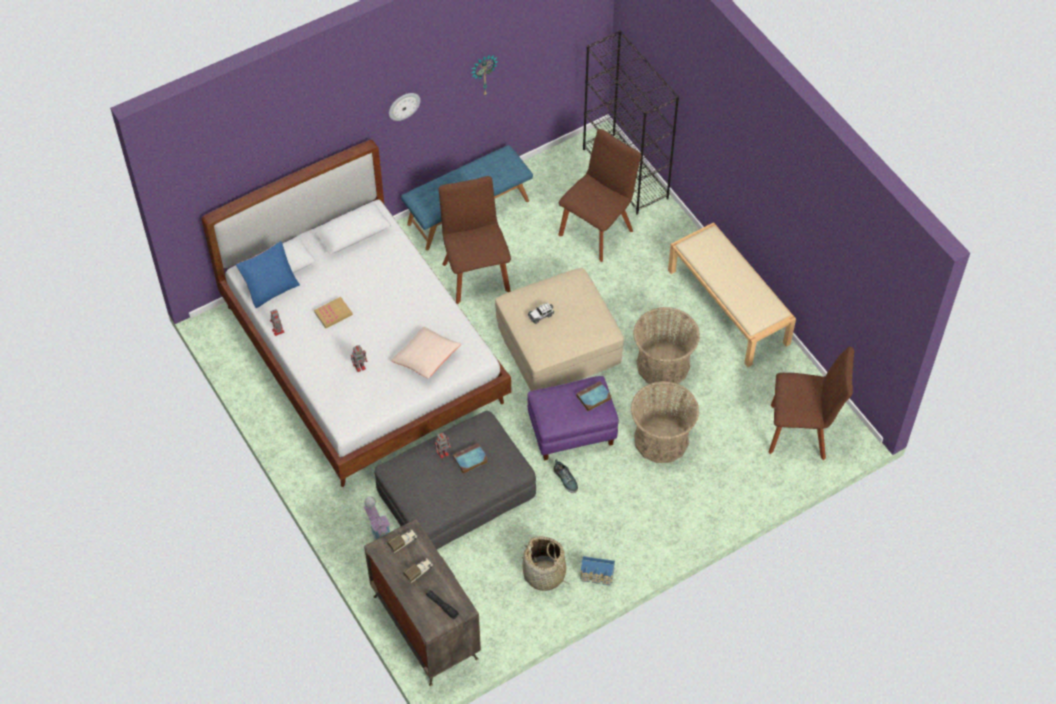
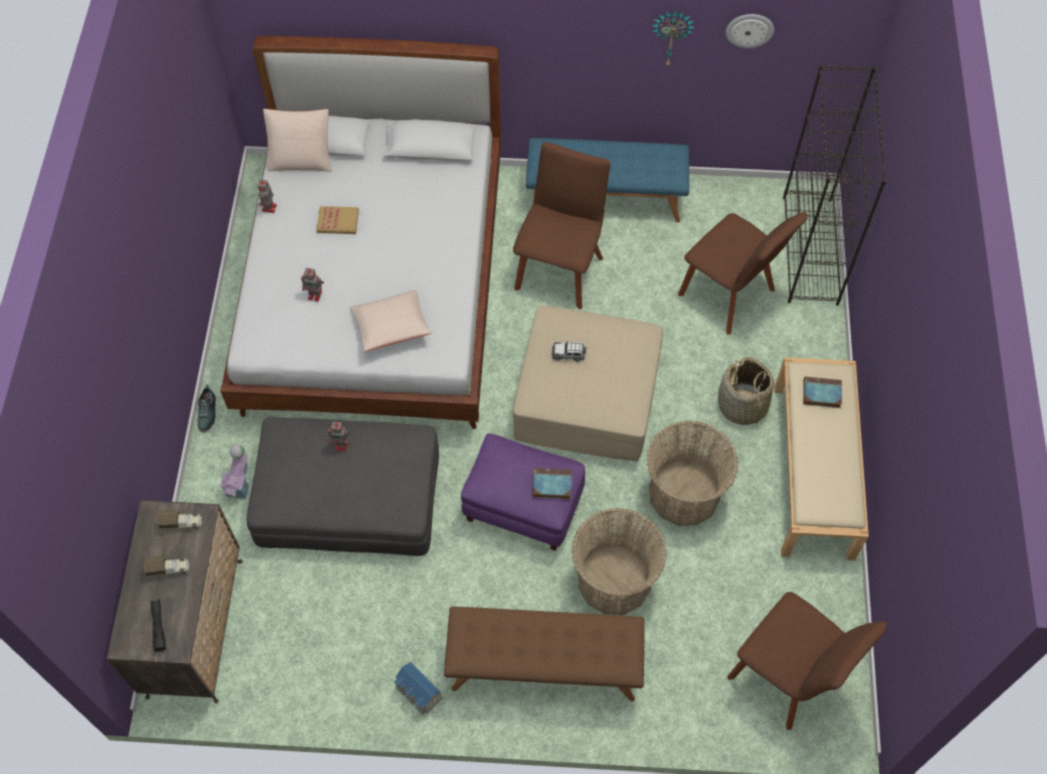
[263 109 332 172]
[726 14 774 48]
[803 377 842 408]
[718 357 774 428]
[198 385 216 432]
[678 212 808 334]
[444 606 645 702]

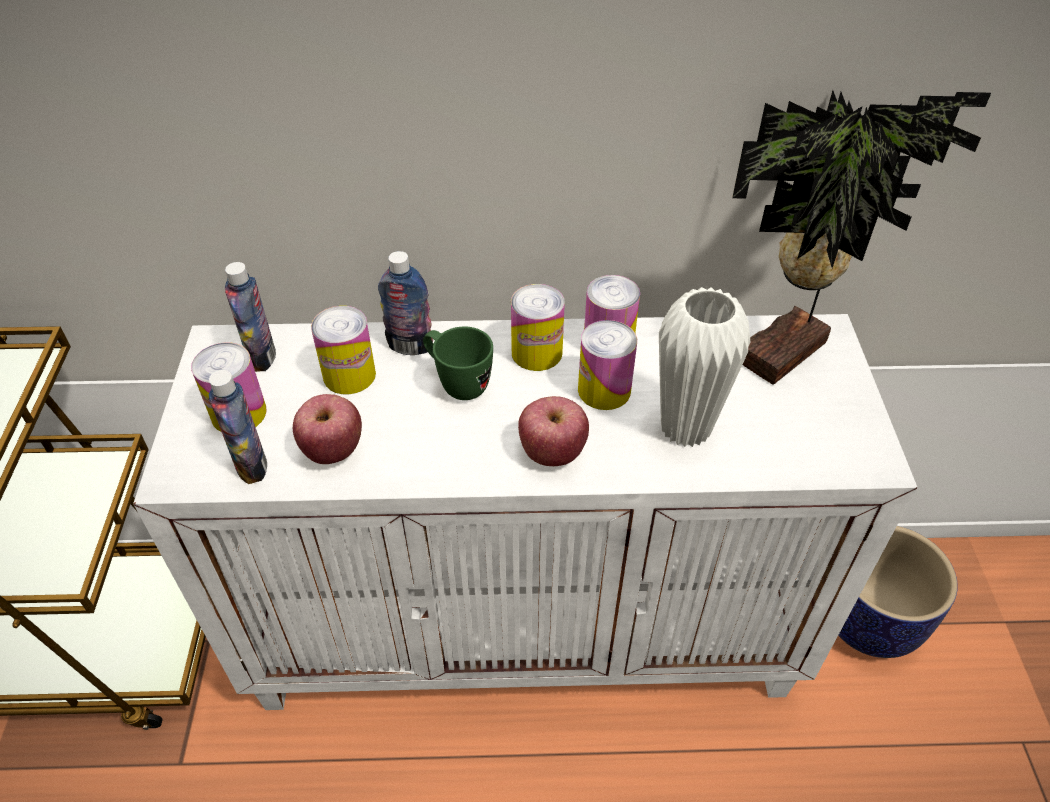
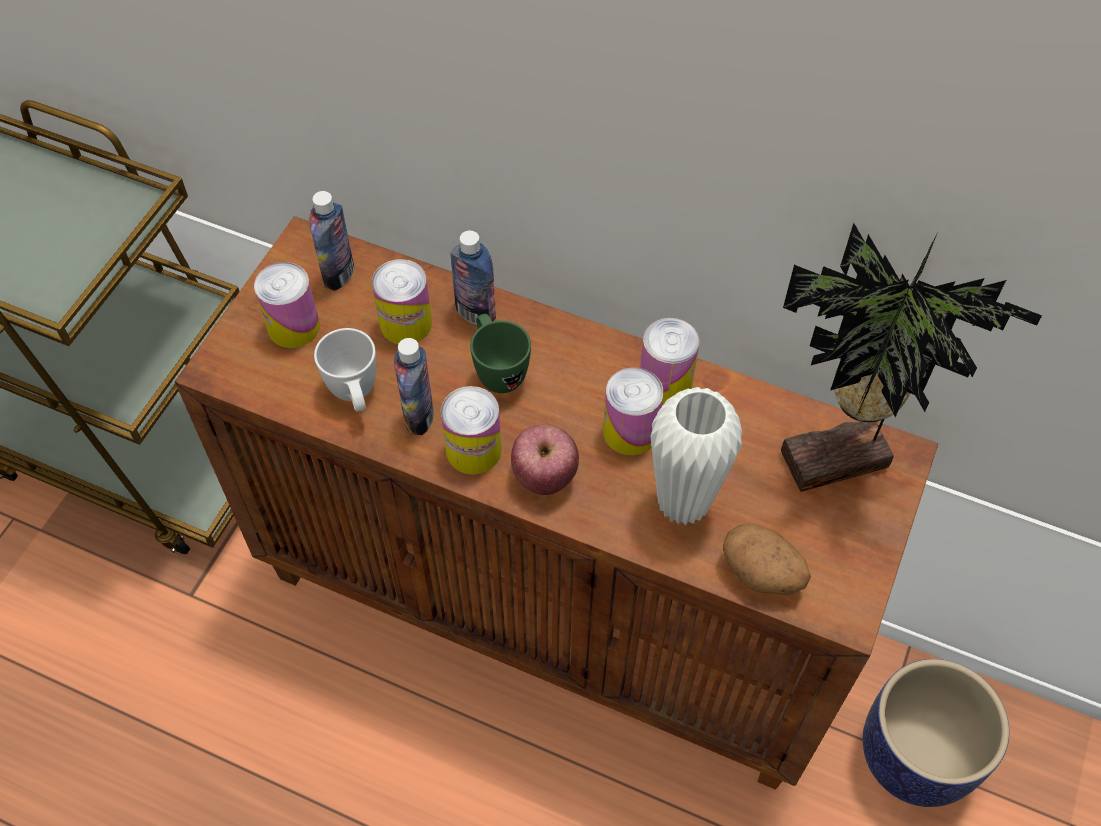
[175 216 938 790]
[394 338 434 435]
[314 328 376 411]
[441 386 502 475]
[723 523 811 595]

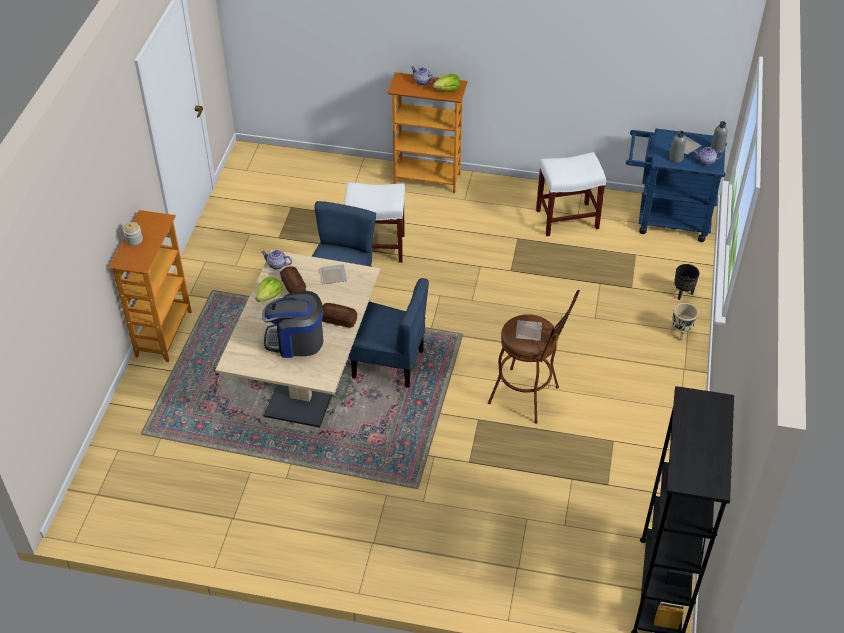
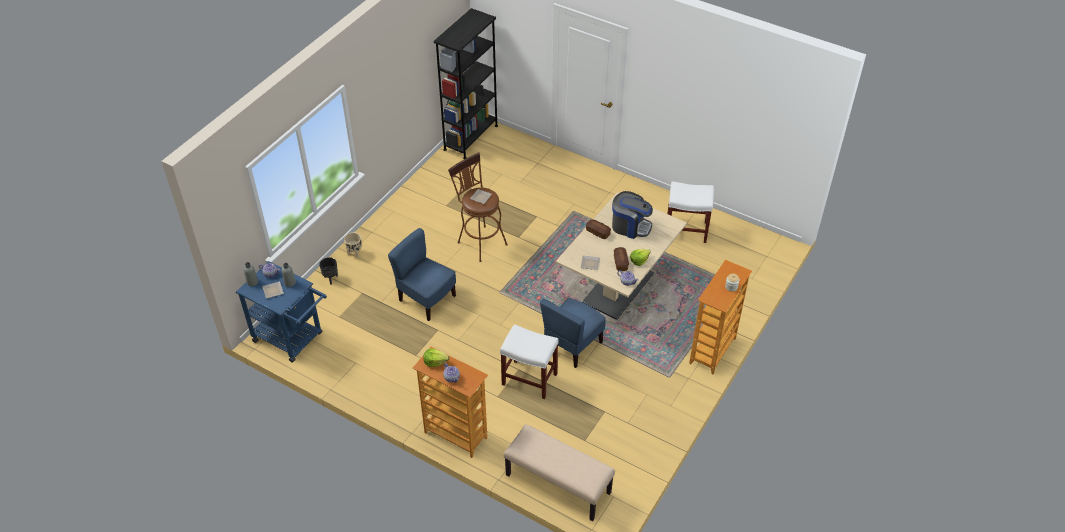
[388 228 456 321]
[667 181 714 243]
[503 424 615 521]

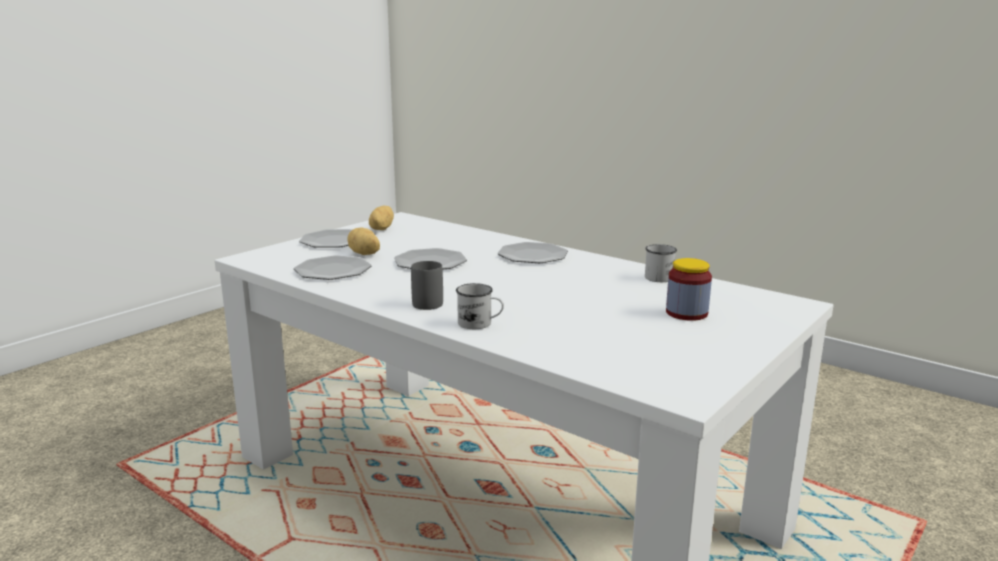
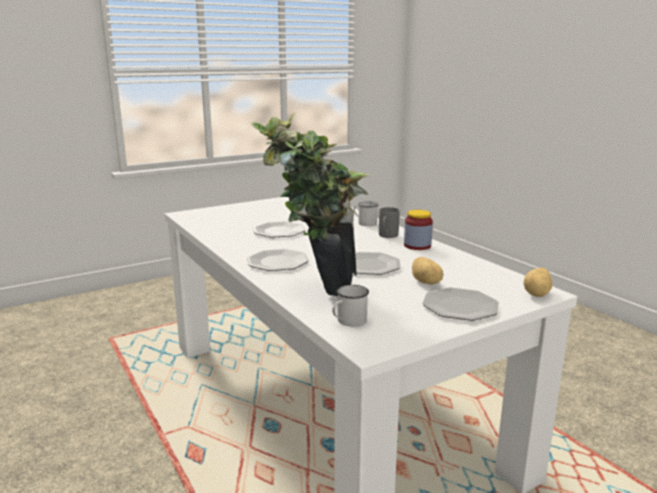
[253 221 306 238]
[523 268 552 297]
[332 285 369 326]
[404 210 433 250]
[251 113 369 296]

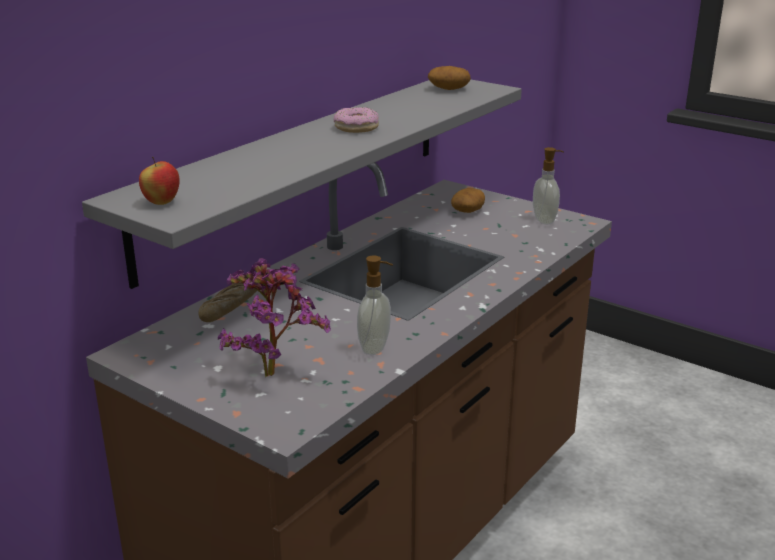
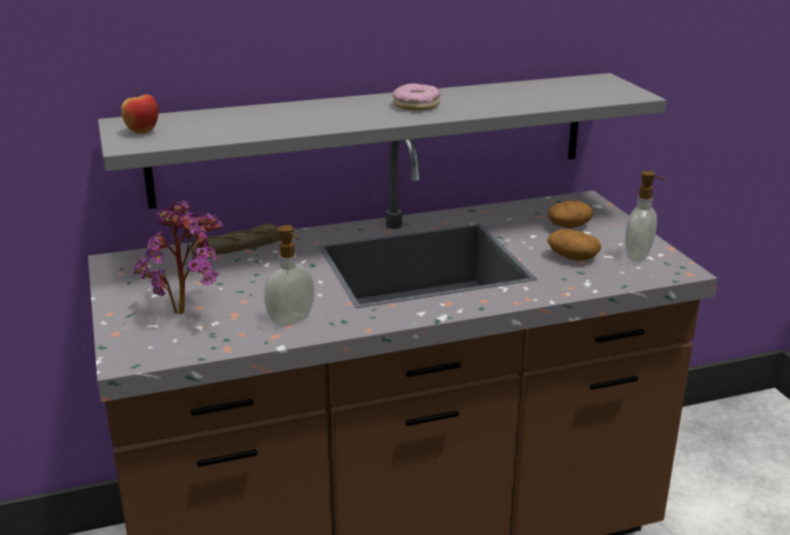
[548 229 601 261]

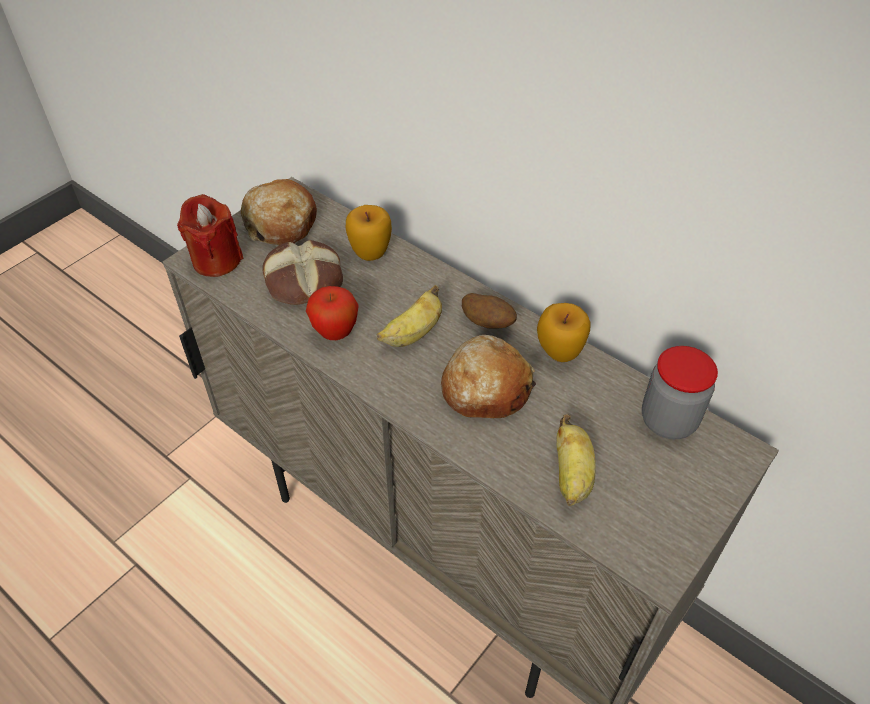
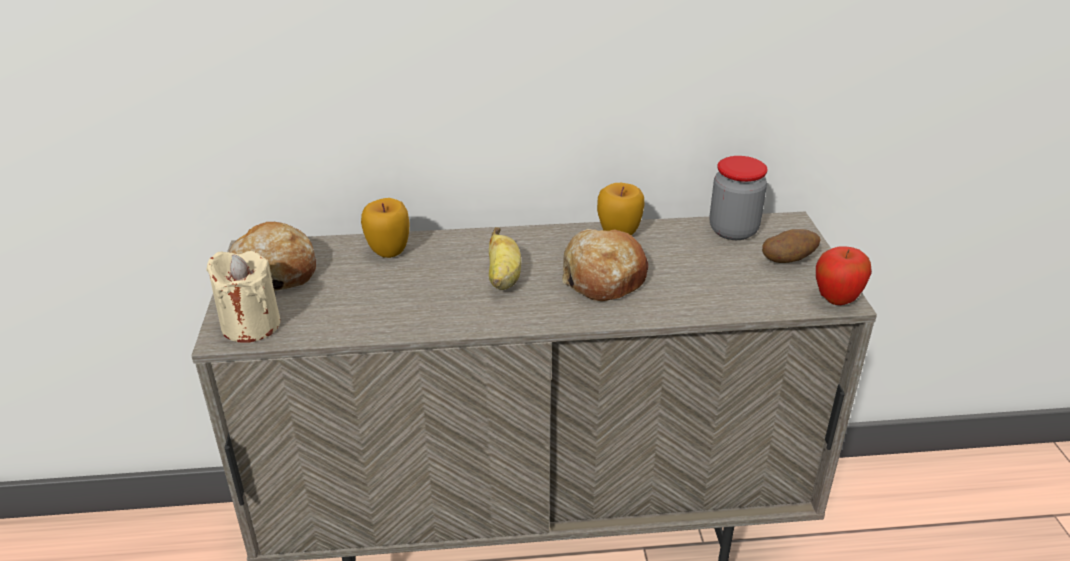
[206 251 280 343]
[262 240 343 305] (first image)
[816 246 872 305]
[762 229 821 263]
[556 414 596 506] (first image)

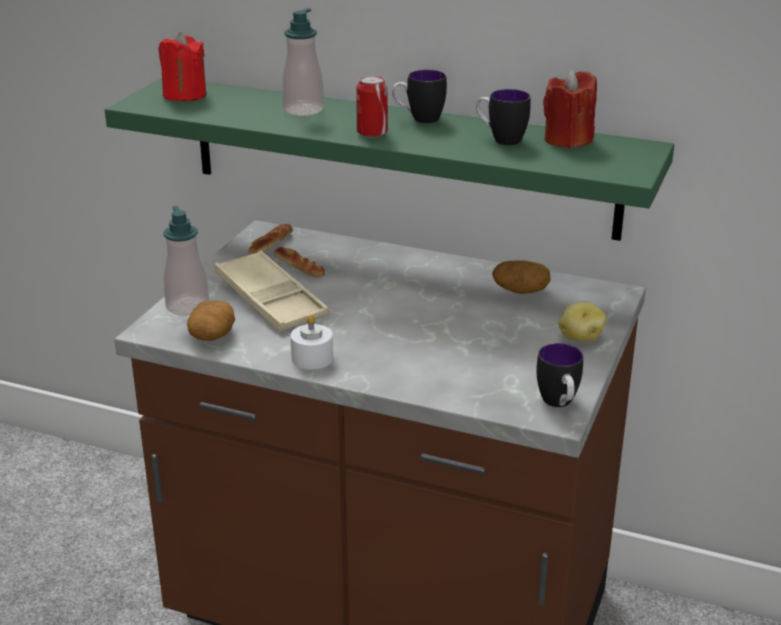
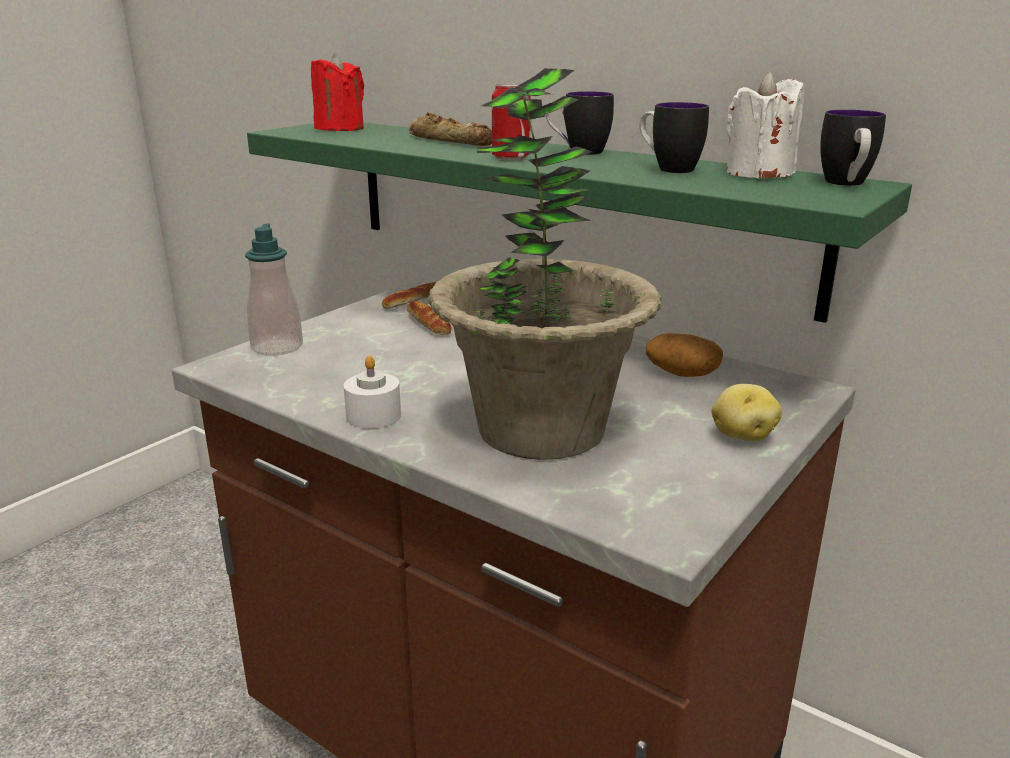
[187 300 235 341] (first image)
[214 250 328 332] (first image)
[409 113 492 146]
[820 110 886 186]
[726 72 804 178]
[428 68 661 460]

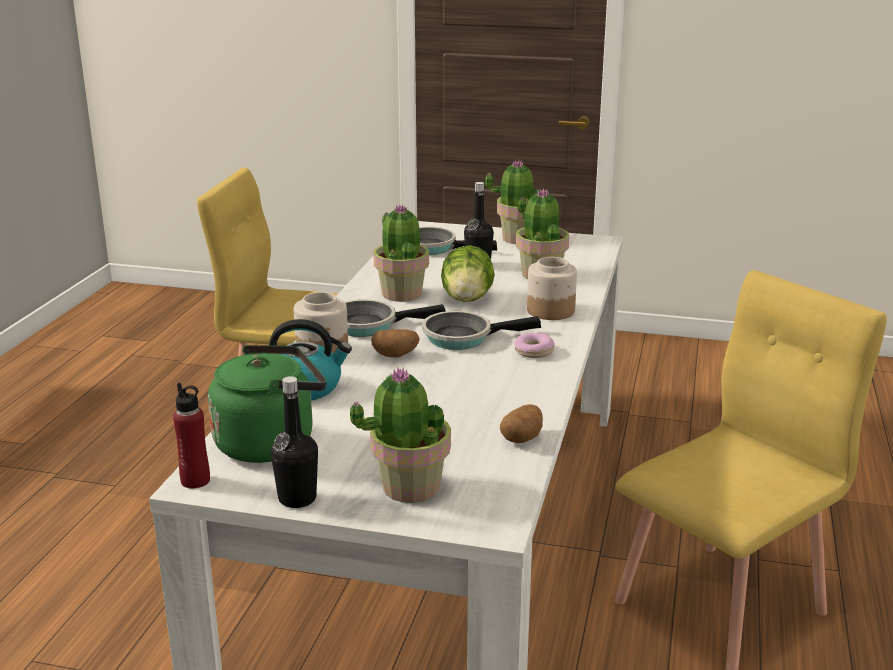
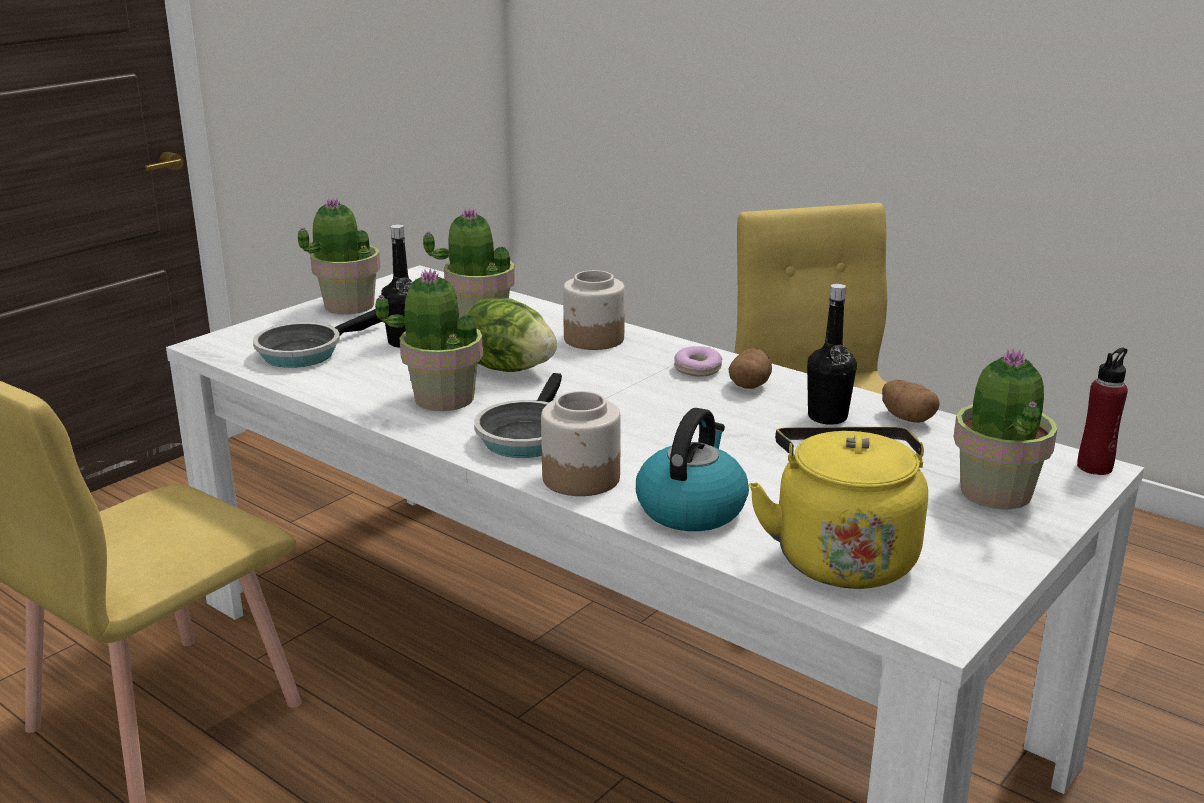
[1077 348 1128 475]
[749 427 928 589]
[807 284 857 425]
[728 348 772 389]
[422 311 541 350] (first image)

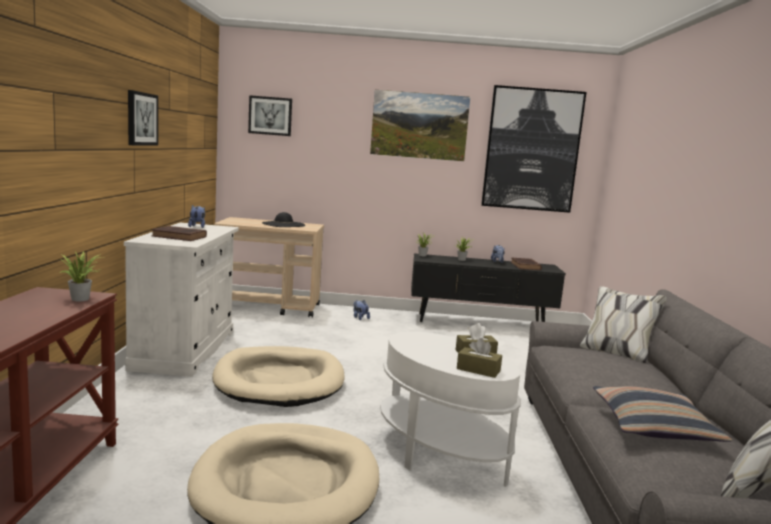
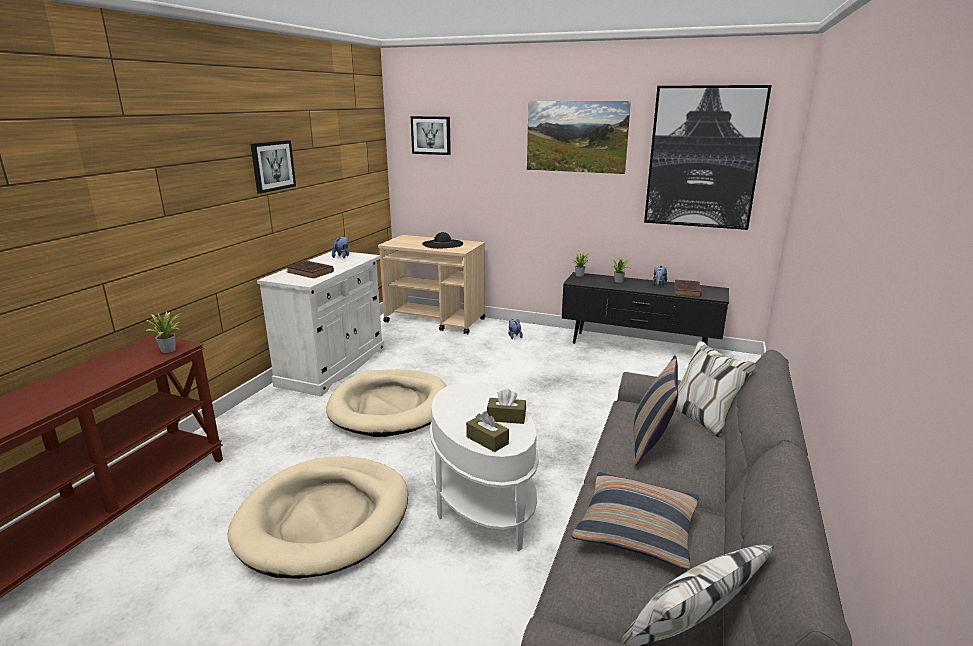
[634 355 678 466]

